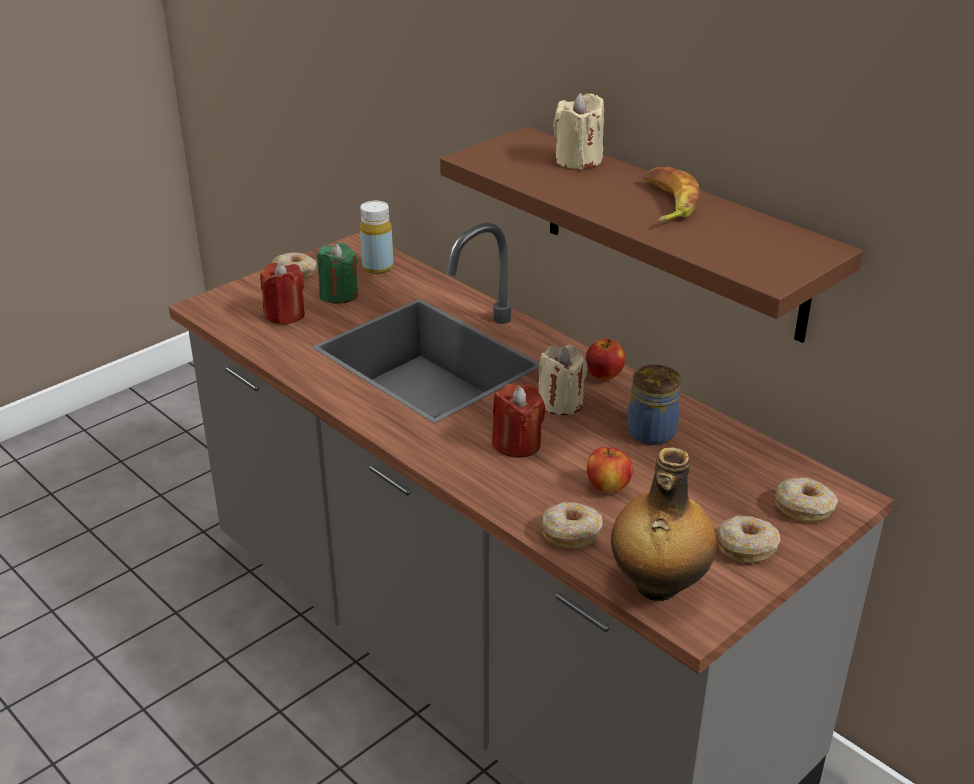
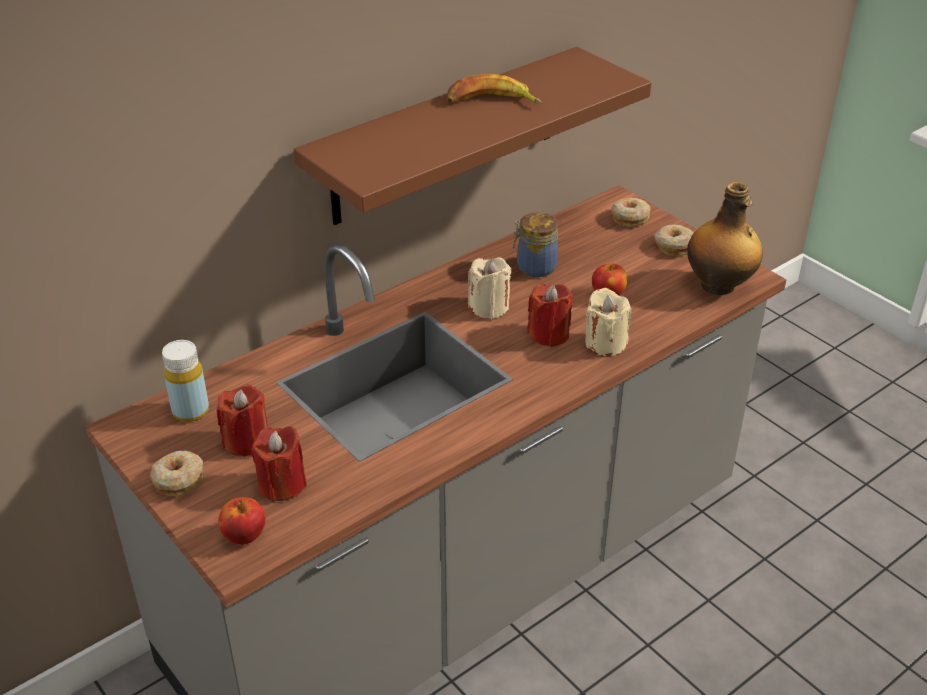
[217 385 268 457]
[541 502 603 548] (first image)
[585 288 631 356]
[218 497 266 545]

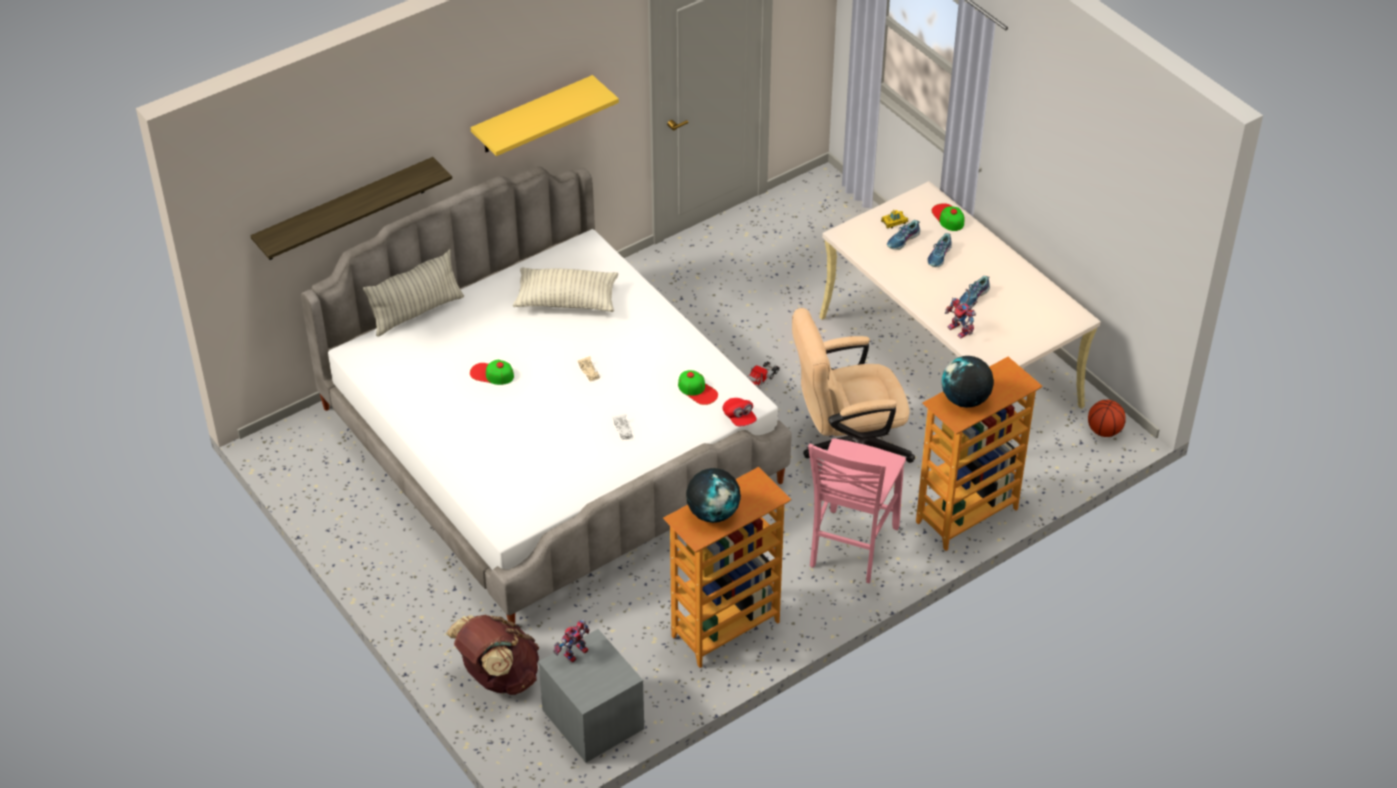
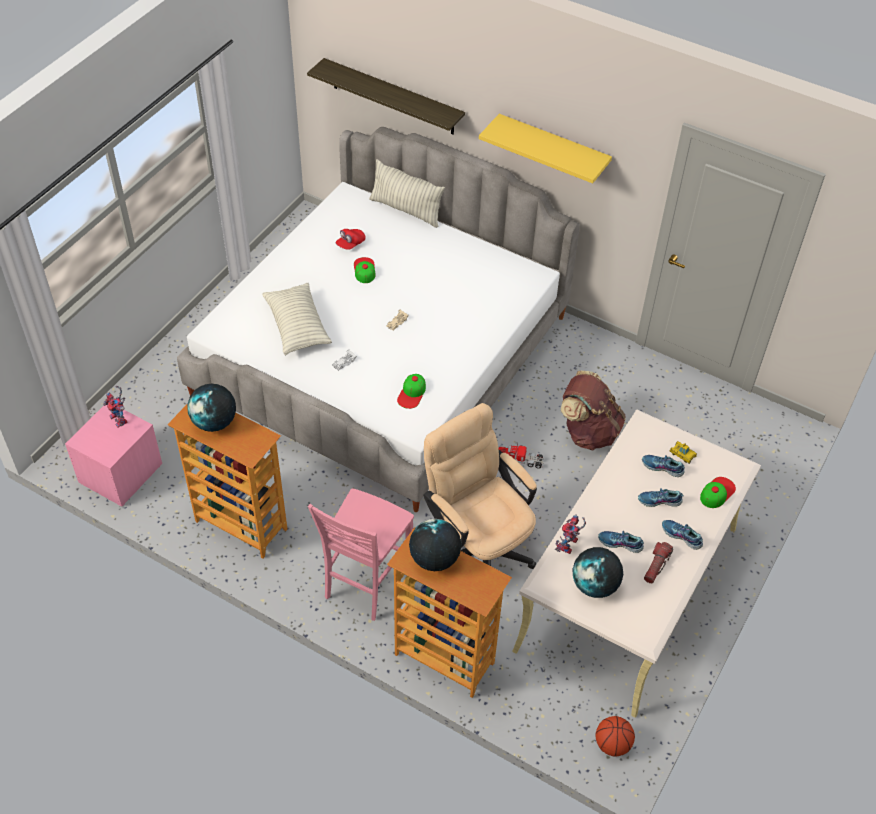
[560 371 626 450]
[262 283 332 355]
[65 405 162 507]
[103 386 127 428]
[336 229 365 250]
[308 488 414 621]
[572 547 623 598]
[644 542 673 583]
[662 520 703 550]

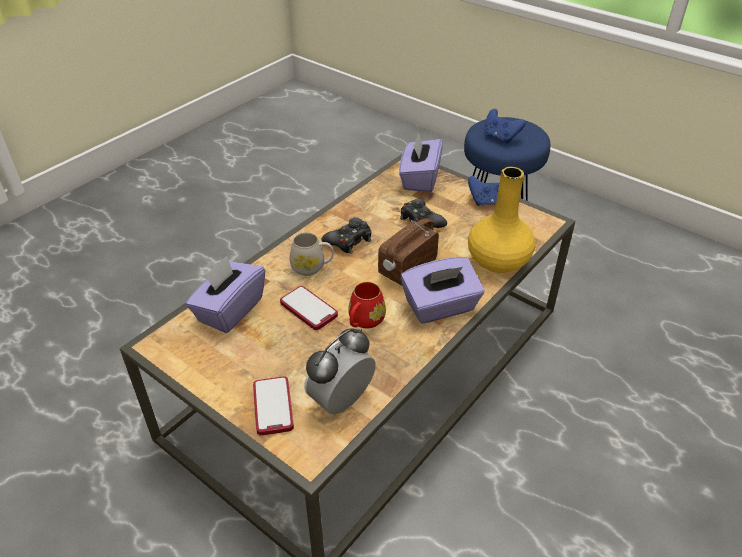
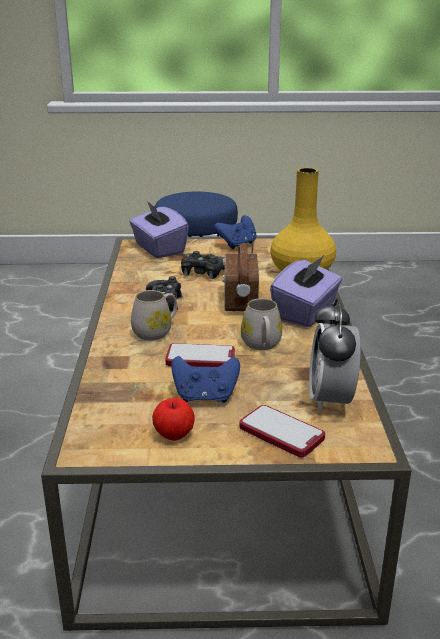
[186 256 265 333] (first image)
[241 298 282 350]
[171 356 240 403]
[152 398 195 441]

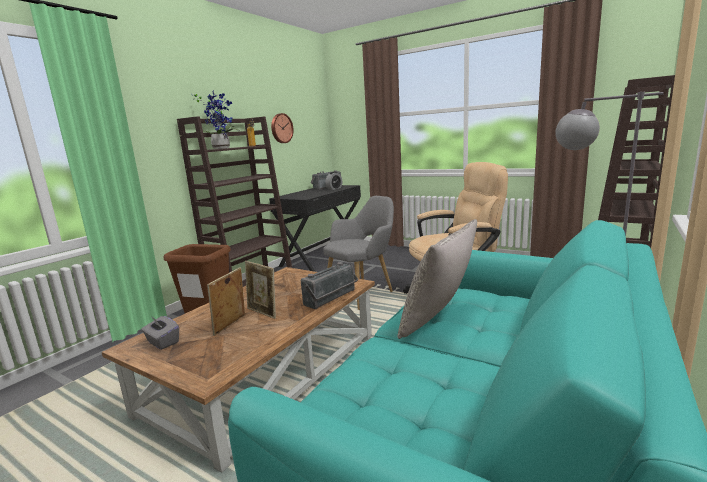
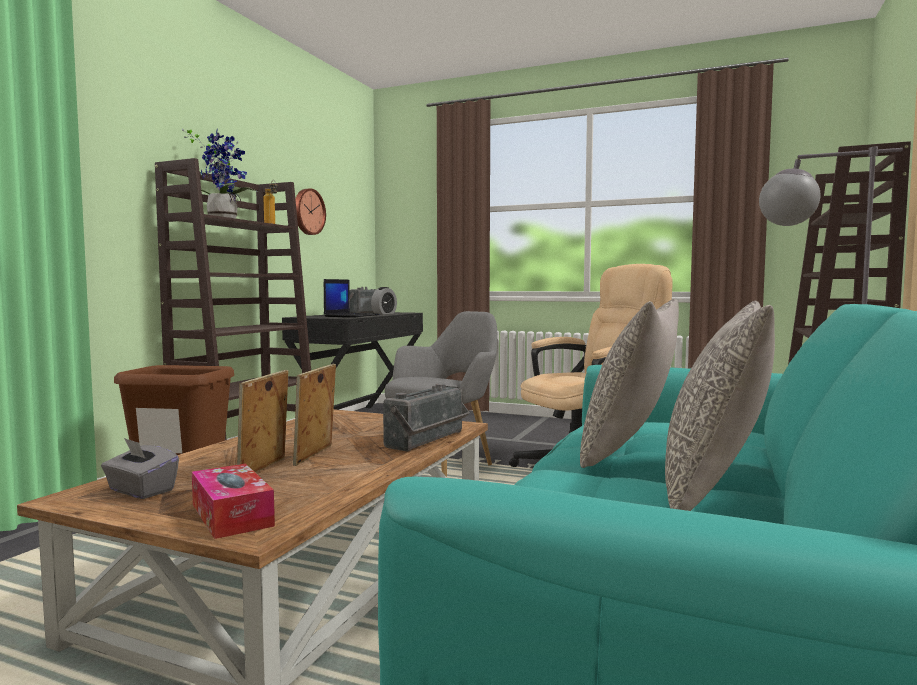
[293 364 336 466]
[192 464 275 539]
[324 279 380 317]
[665 301 775 511]

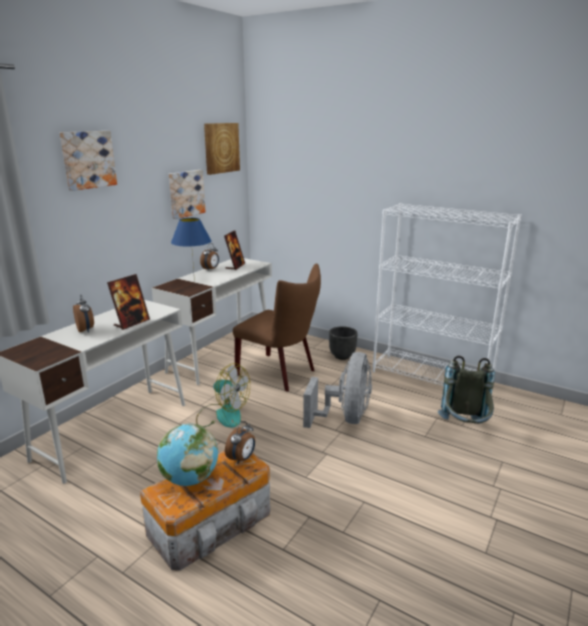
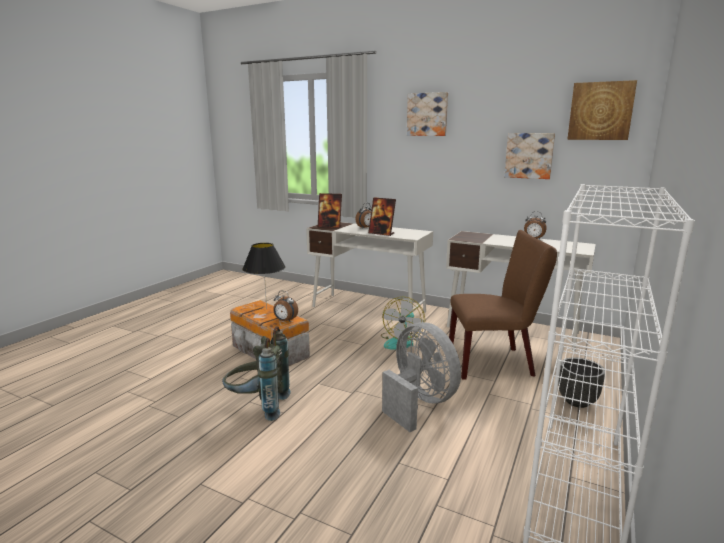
[242 243 285 309]
[171 218 211 281] (first image)
[318 193 342 228]
[449 230 557 379]
[382 322 461 432]
[222 326 291 421]

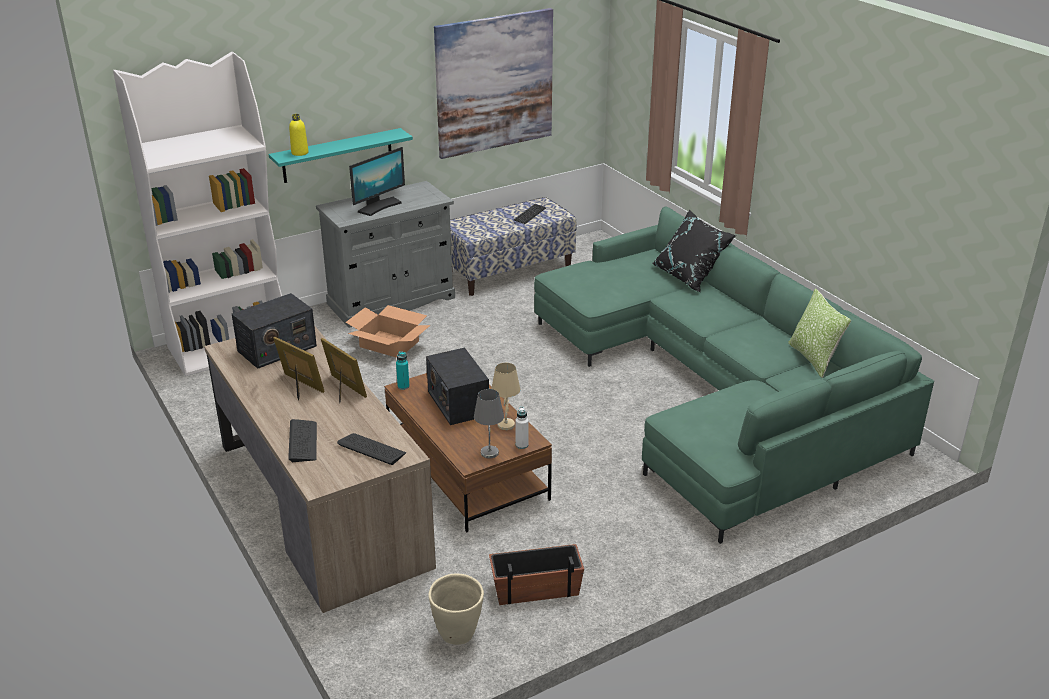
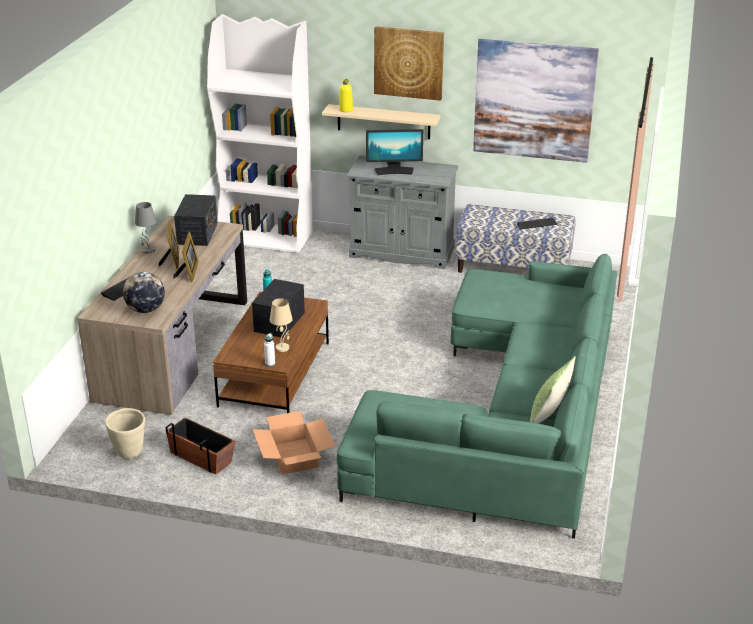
[174 194 218 246]
[322 104 441 139]
[123 272 165 313]
[252 411 336 475]
[135 202 156 253]
[653 209 736 293] (first image)
[374 26 444 101]

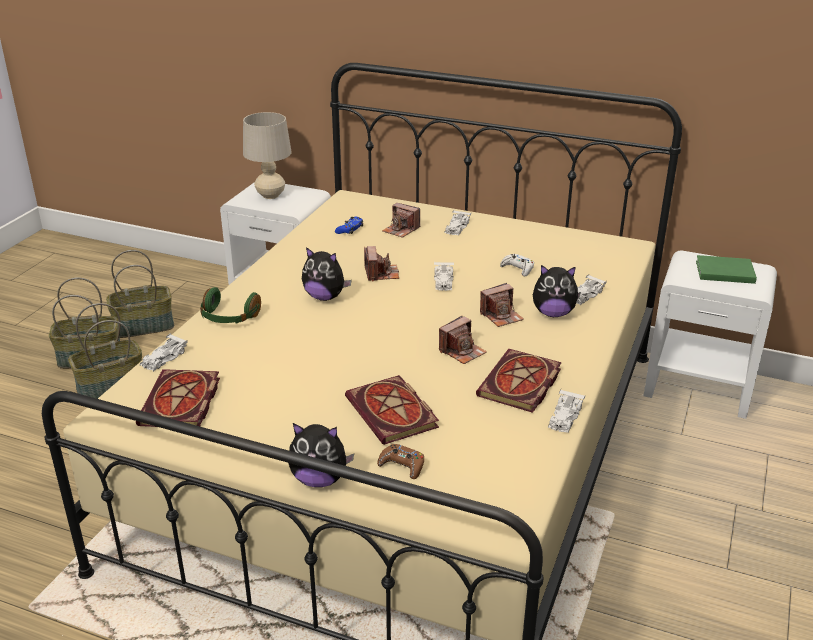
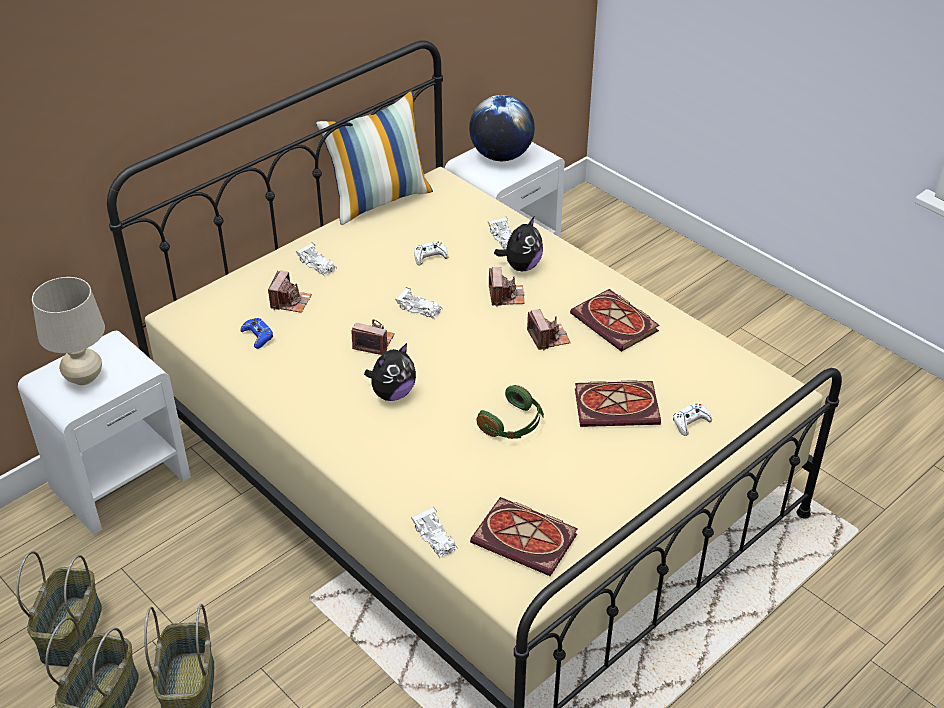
[477 385 544 439]
[288 423 354 487] (first image)
[673 403 712 436]
[268 270 312 313]
[548 389 585 433] (first image)
[469 95 535 161]
[316 91 433 225]

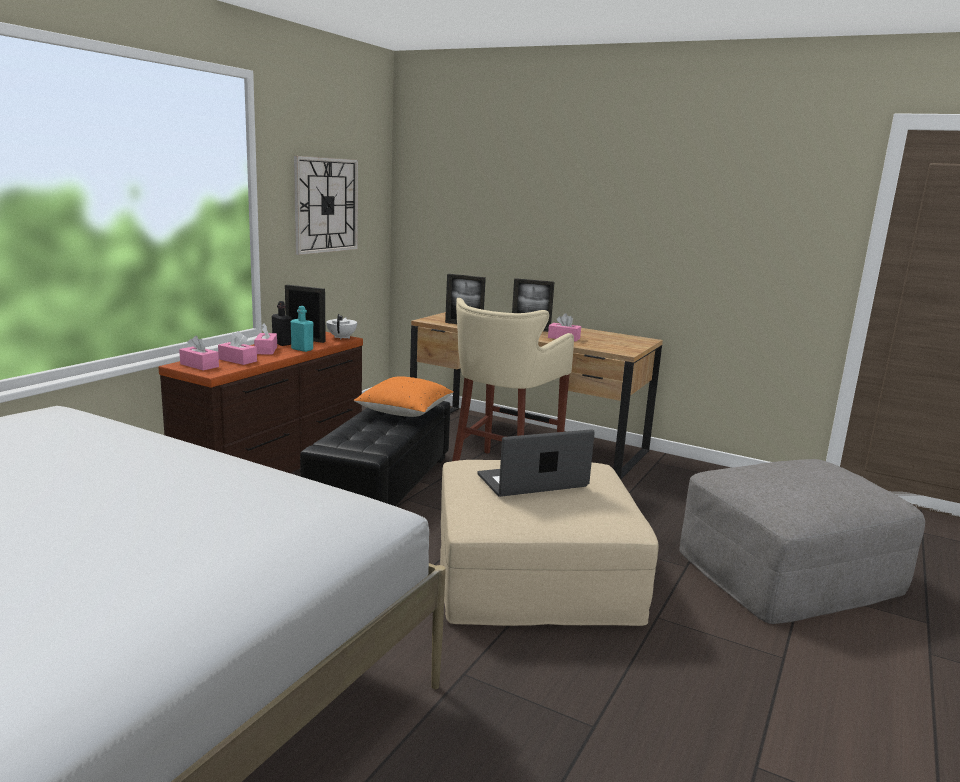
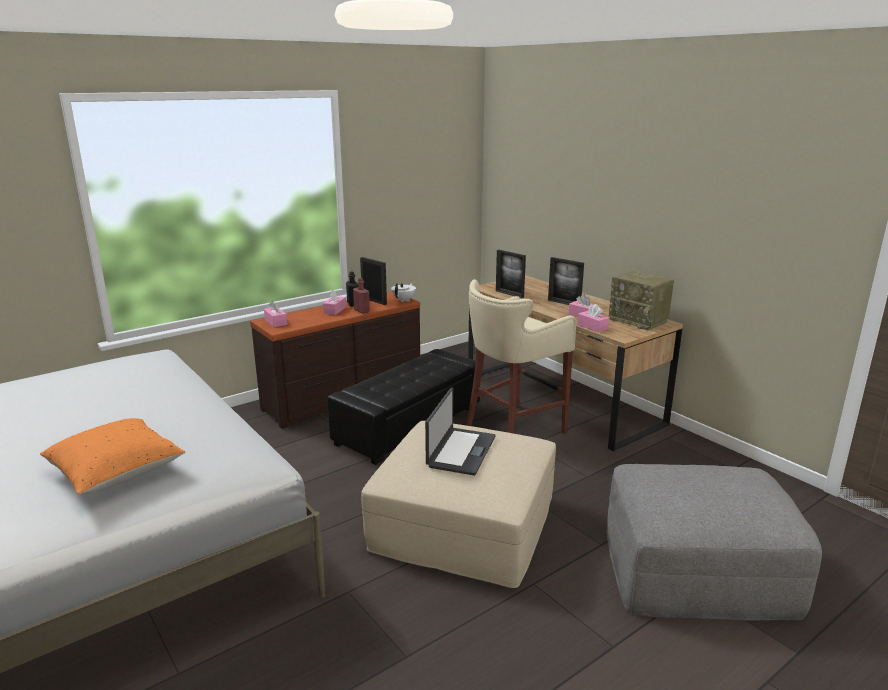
[577 304 609 332]
[353 278 370 314]
[294 156 358 255] (first image)
[40 418 185 494]
[425 388 496 475]
[609 270 674 331]

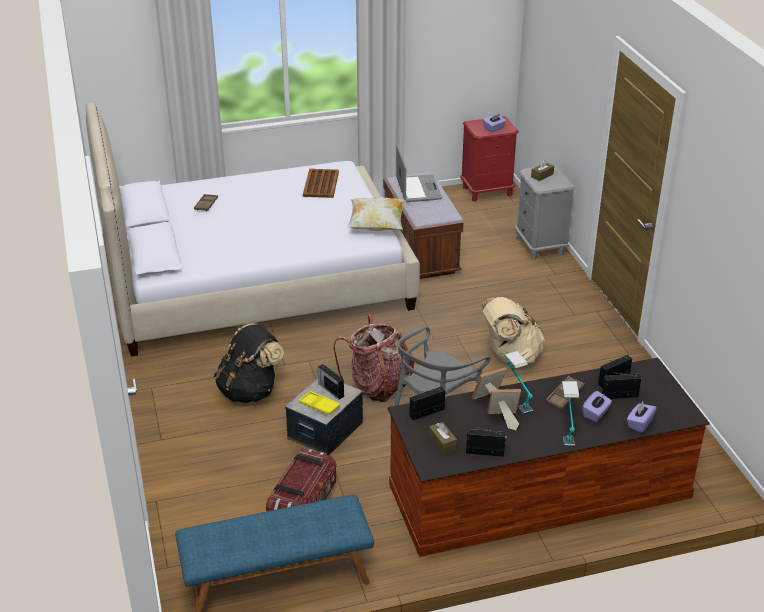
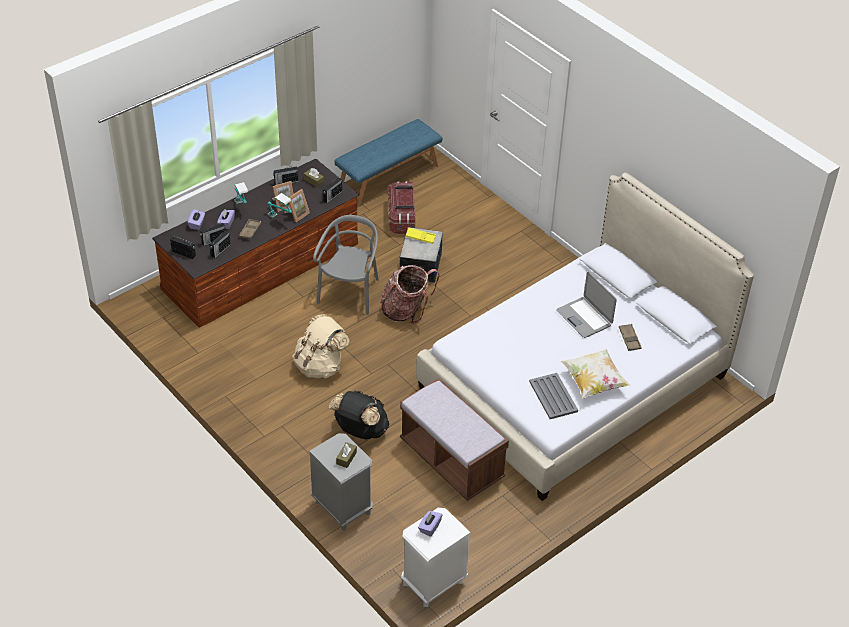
[329 390 389 440]
[529 373 578 419]
[170 236 196 259]
[561 349 631 399]
[556 272 617 338]
[401 508 471 607]

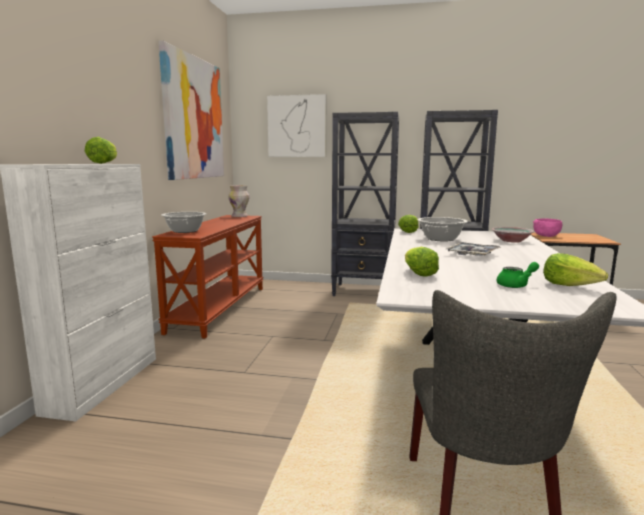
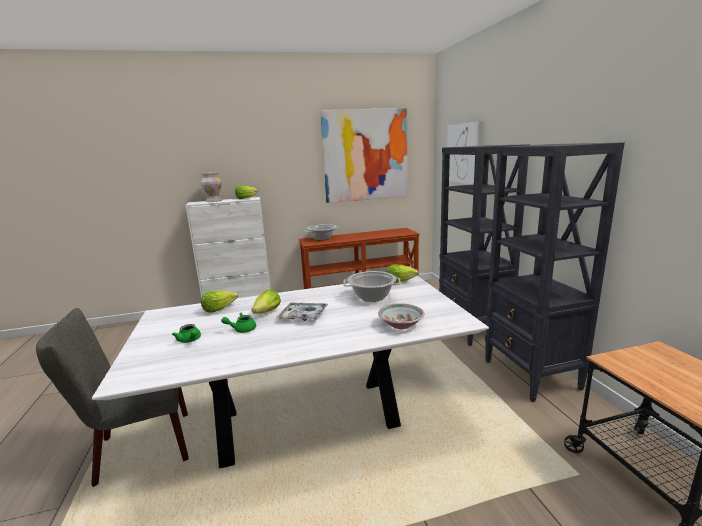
[201 172 222 202]
[533 219 562 237] (first image)
[252 289 281 314]
[221 313 256 333]

